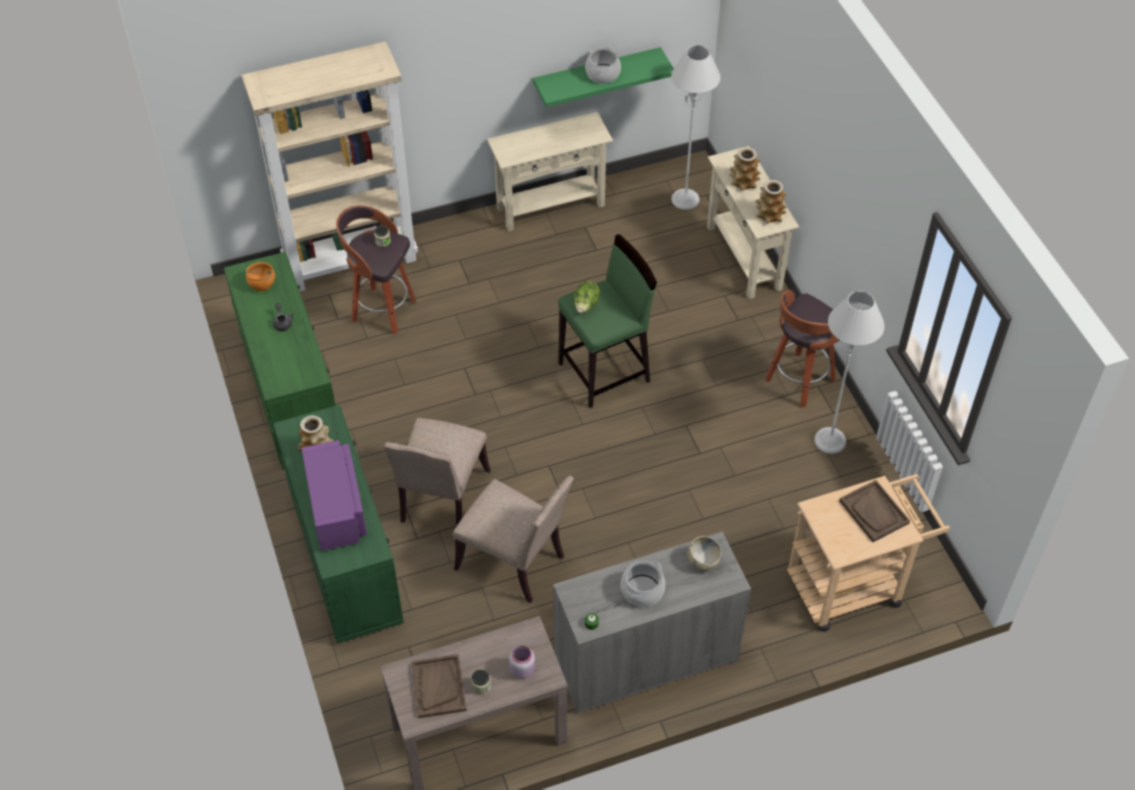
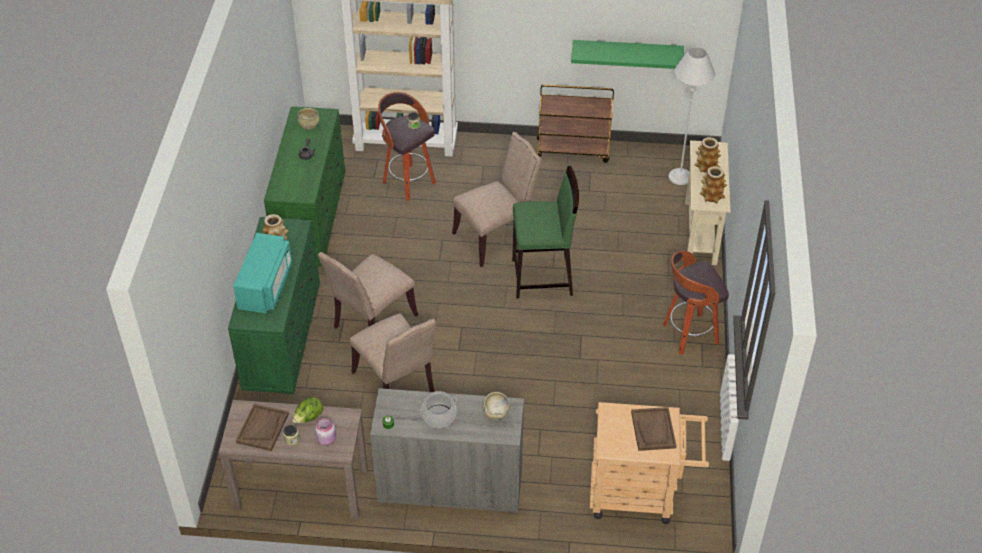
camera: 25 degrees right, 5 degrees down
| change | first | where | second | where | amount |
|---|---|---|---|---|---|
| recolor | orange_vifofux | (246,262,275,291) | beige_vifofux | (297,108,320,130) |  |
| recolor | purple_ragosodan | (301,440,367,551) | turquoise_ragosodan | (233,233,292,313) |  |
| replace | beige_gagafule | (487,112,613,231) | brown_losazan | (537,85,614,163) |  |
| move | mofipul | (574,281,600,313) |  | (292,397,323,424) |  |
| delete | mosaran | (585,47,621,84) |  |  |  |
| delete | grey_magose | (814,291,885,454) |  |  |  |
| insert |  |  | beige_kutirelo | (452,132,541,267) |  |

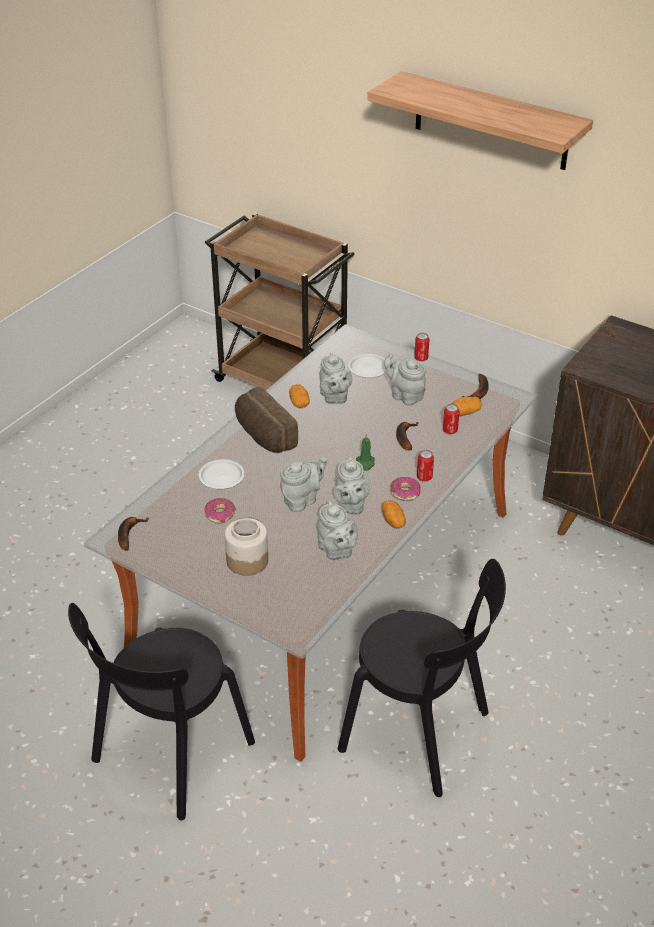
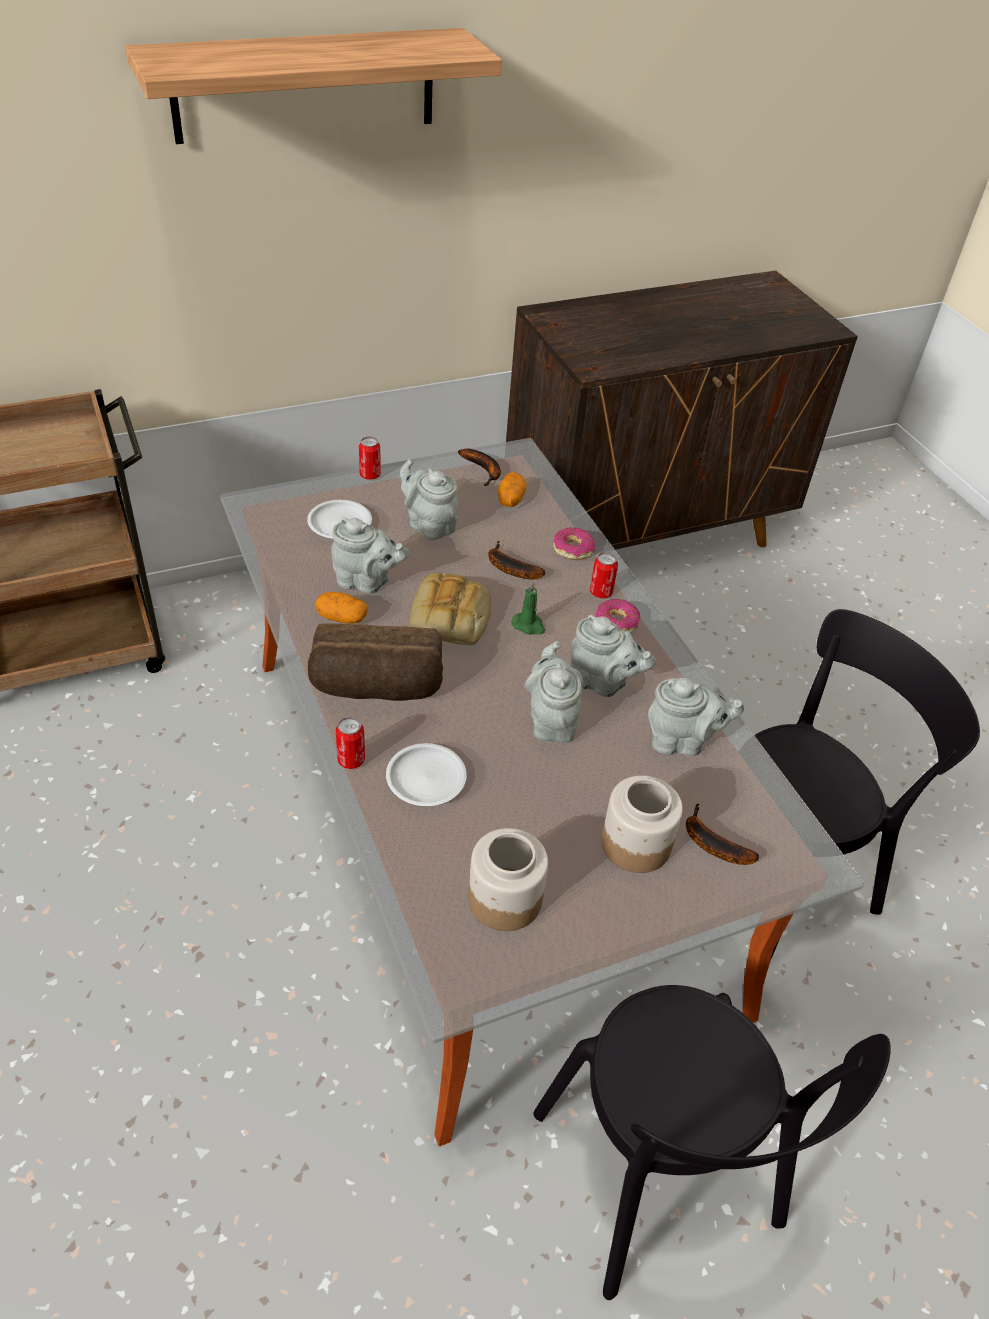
camera: 60 degrees left, 5 degrees up
| change | first | where | second | where | amount |
|---|---|---|---|---|---|
| move | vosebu | (118,517,148,550) |  | (686,803,759,865) |  |
| move | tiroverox | (204,498,236,523) |  | (553,527,595,560) |  |
| delete | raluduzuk | (382,500,406,528) |  |  |  |
| rotate | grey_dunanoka | (384,353,426,405) |  | (400,459,458,540) | 60 degrees clockwise |
| move | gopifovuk | (443,404,460,434) |  | (336,717,365,769) |  |
| insert |  |  | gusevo | (409,573,491,645) |  |
| insert |  |  | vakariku | (468,828,548,931) |  |

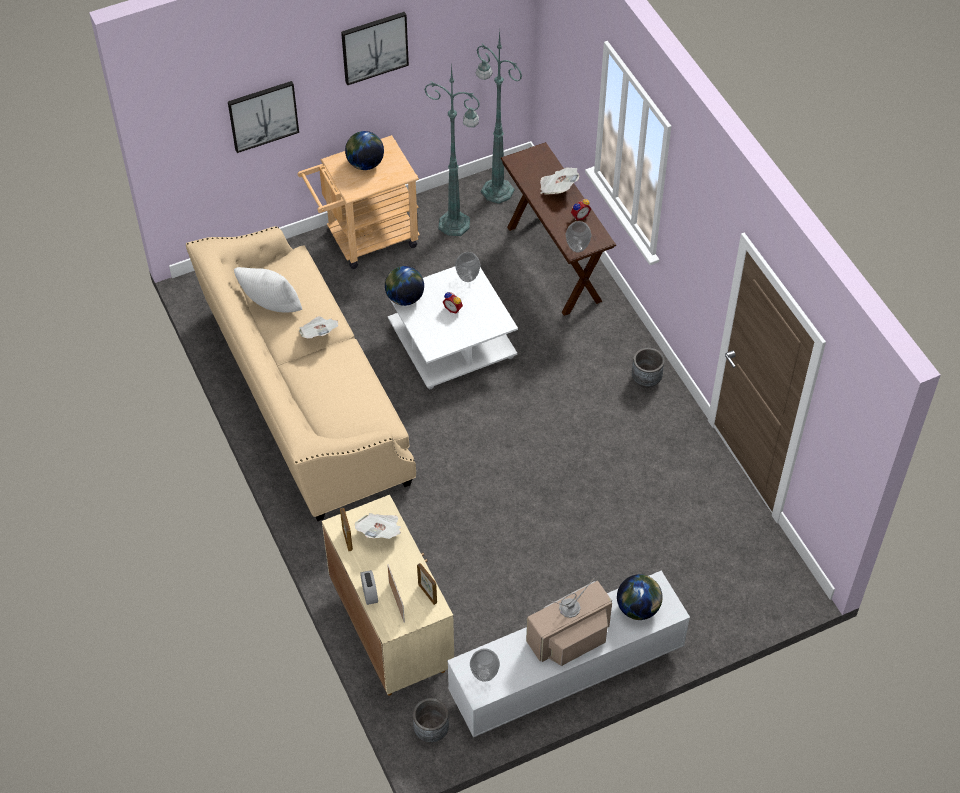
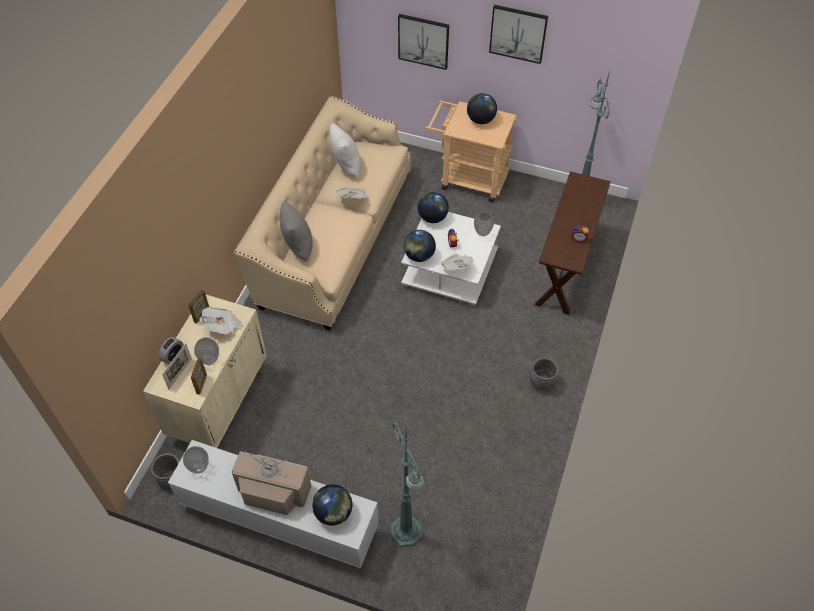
camera: 45 degrees right, 0 degrees up
| change | first | where | second | where | amount |
|---|---|---|---|---|---|
| move | green_magose | (424,62,480,236) |  | (390,422,424,547) |  |
| move | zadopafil | (540,167,579,194) |  | (440,253,473,271) |  |
| move | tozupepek | (566,221,592,252) |  | (194,337,219,365) |  |
| insert |  |  | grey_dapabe | (280,201,313,261) |  |
| insert |  |  | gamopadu | (404,230,436,262) |  |

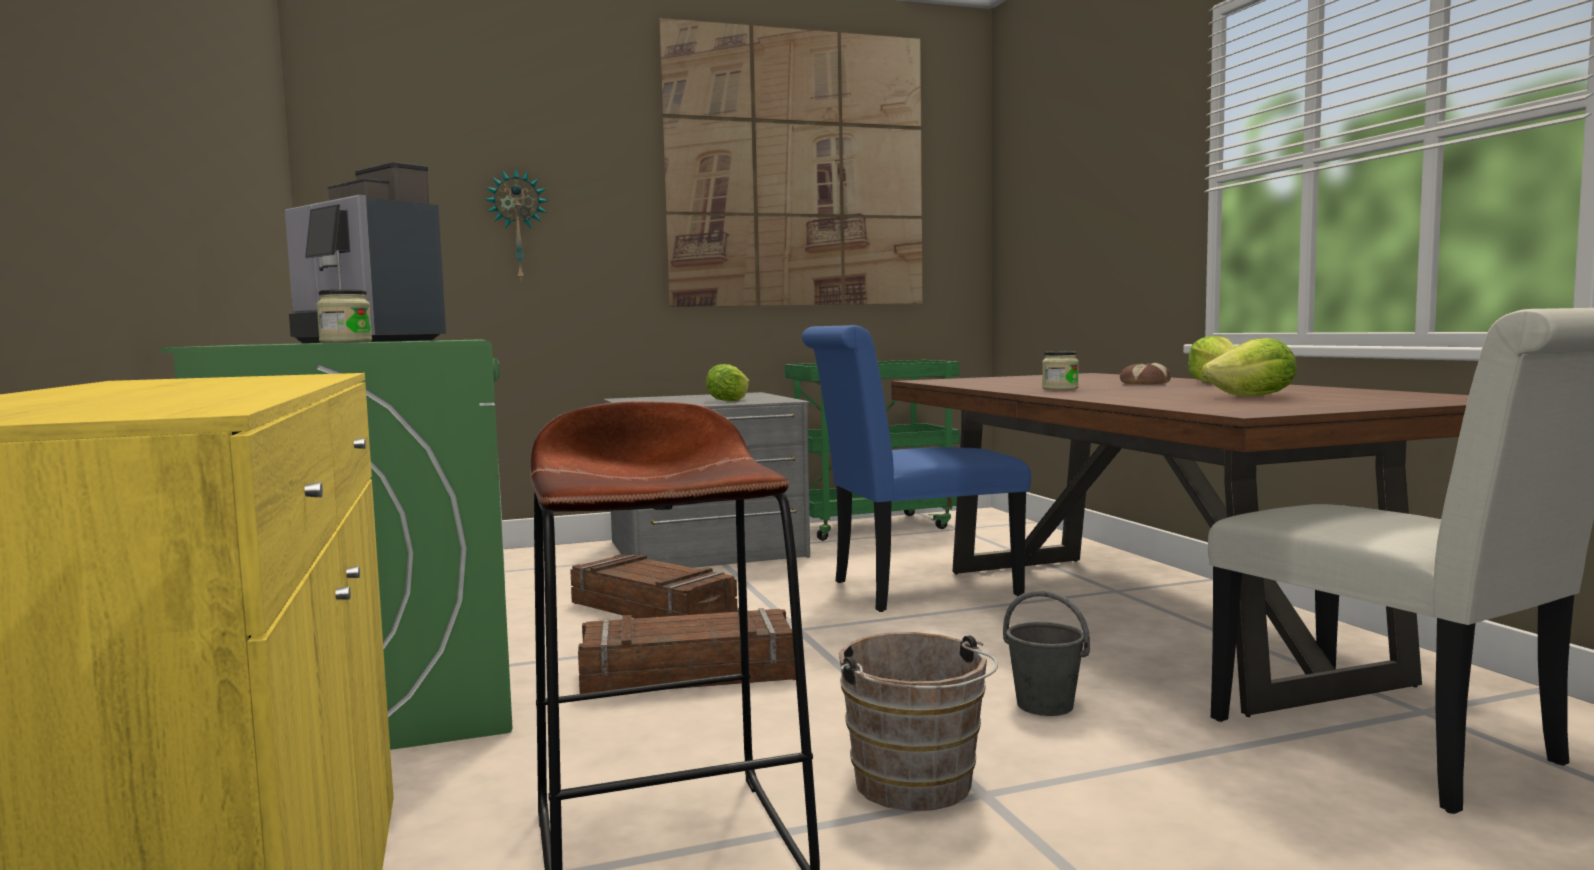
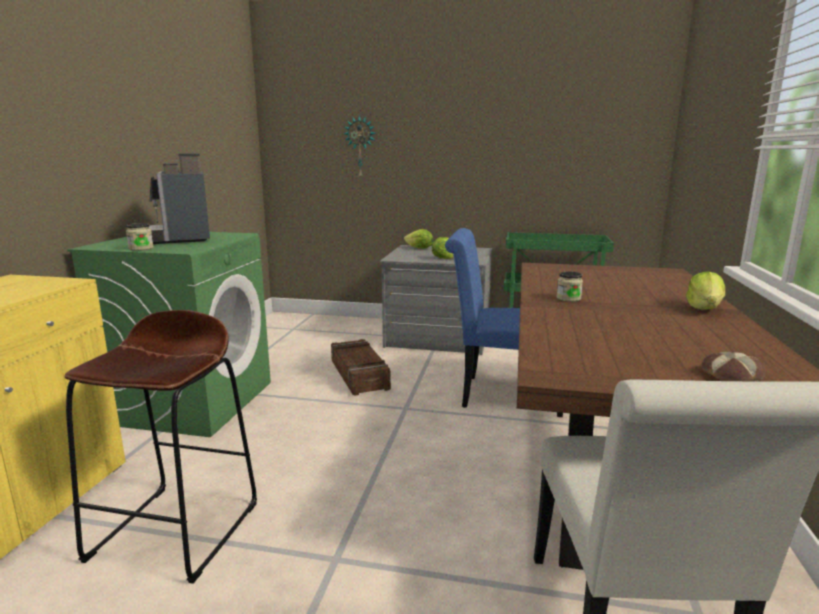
camera: 30 degrees right, 10 degrees up
| change | first | where | second | where | amount |
|---|---|---|---|---|---|
| delete | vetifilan | (578,608,796,694) |  |  |  |
| delete | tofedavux | (659,18,923,307) |  |  |  |
| delete | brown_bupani | (839,632,998,811) |  |  |  |
| delete | grey_bupani | (1003,590,1090,716) |  |  |  |
| move | gusevo | (1120,363,1171,385) |  | (702,351,766,381) |  |
| move | mofipul | (1202,338,1297,396) |  | (404,229,433,249) |  |

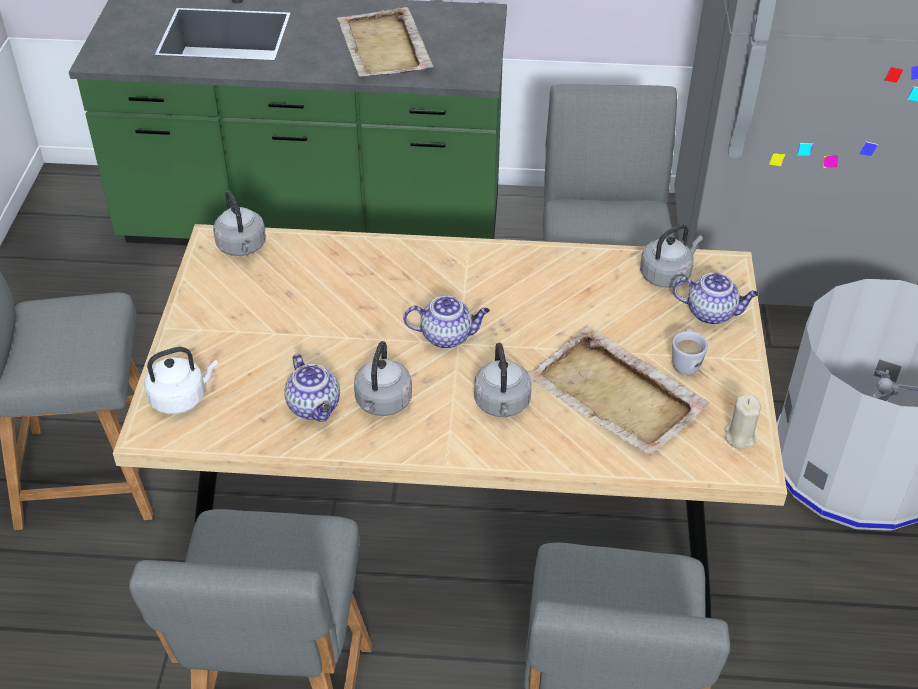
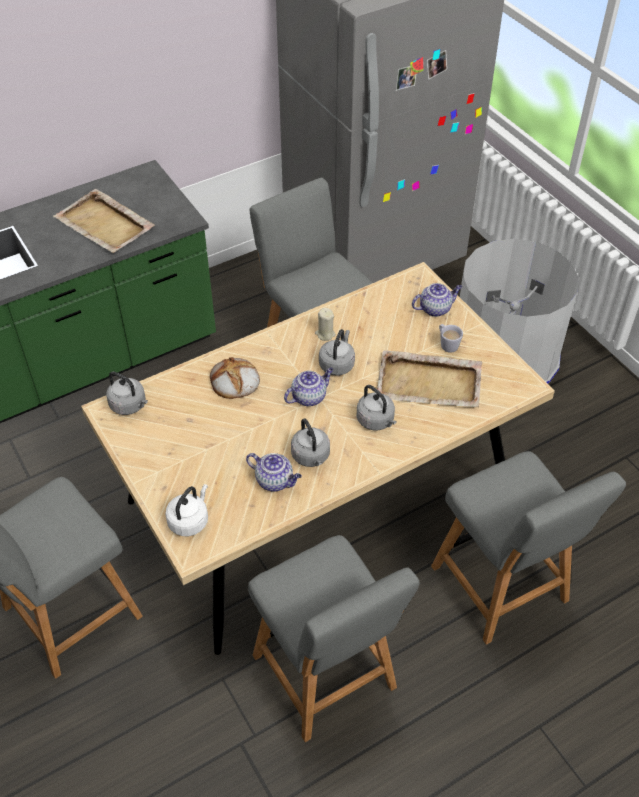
camera: 35 degrees left, 5 degrees up
| change | first | where | second | where | amount |
|---|---|---|---|---|---|
| move | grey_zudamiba | (640,224,703,288) |  | (319,329,355,376) |  |
| move | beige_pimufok | (724,394,761,449) |  | (315,308,336,341) |  |
| insert |  |  | gusevo | (210,357,260,399) |  |

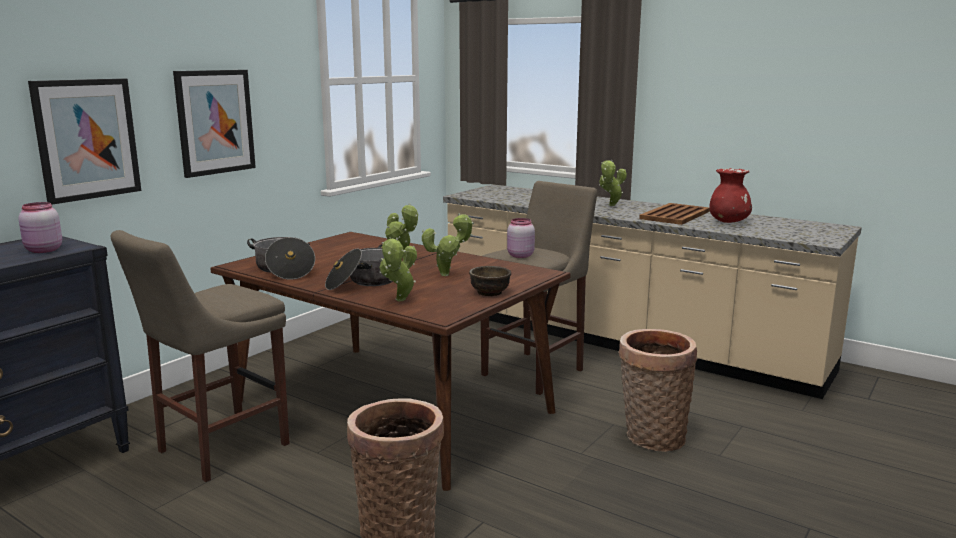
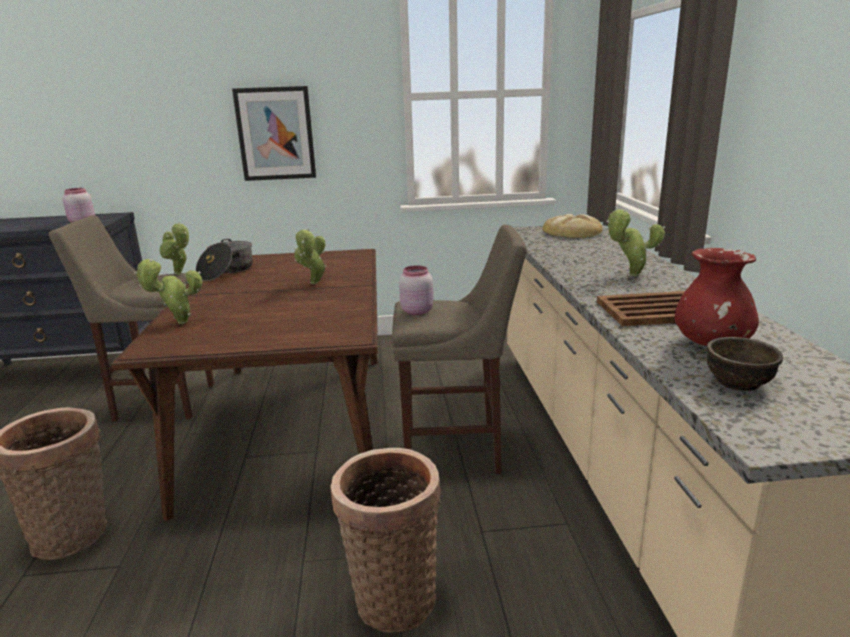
camera: 50 degrees right, 5 degrees up
| change | first | where | second | where | amount |
|---|---|---|---|---|---|
| delete | tofedavux | (28,78,141,205) |  |  |  |
| delete | mosaran | (325,244,393,290) |  |  |  |
| move | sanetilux | (422,213,474,276) |  | (160,222,189,274) |  |
| move | brown_vifofux | (469,266,511,296) |  | (707,337,783,391) |  |
| insert |  |  | gusevo | (542,214,603,238) |  |

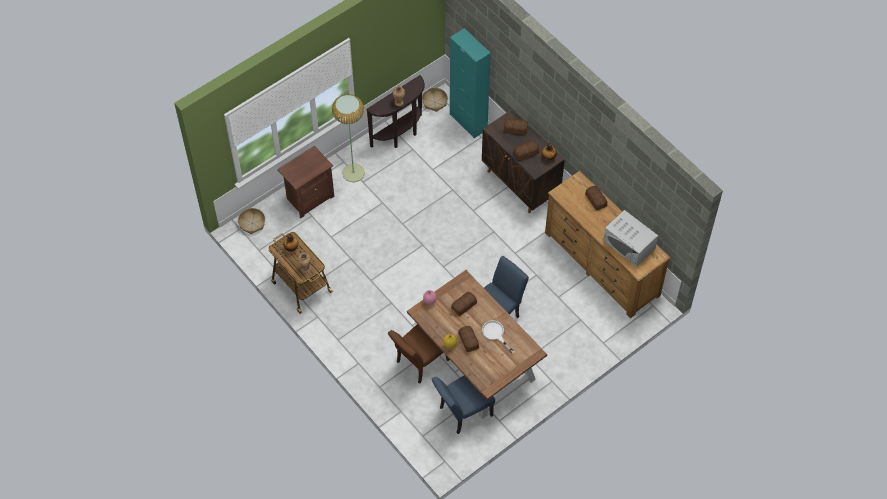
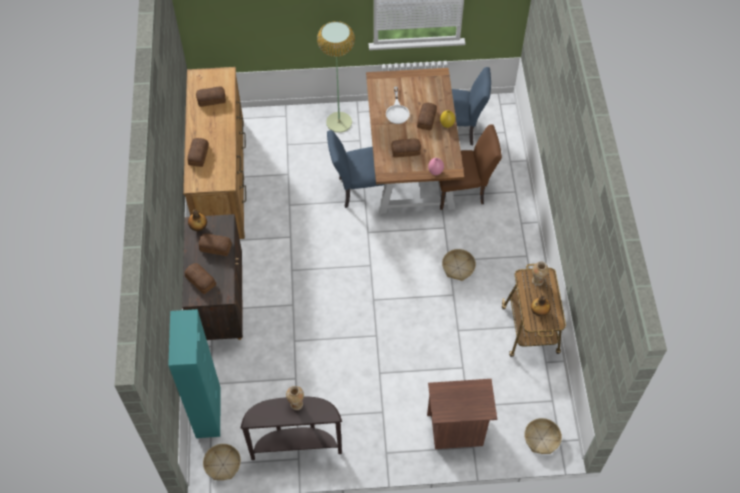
camera: 145 degrees left, 0 degrees up
| change | first | where | second | where | amount |
|---|---|---|---|---|---|
| move | magose | (332,94,365,182) |  | (317,21,355,133) |  |
| replace | white_ragosodan | (603,210,658,266) | gusevo | (196,86,226,107) |  |
| insert |  |  | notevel | (442,249,476,281) |  |

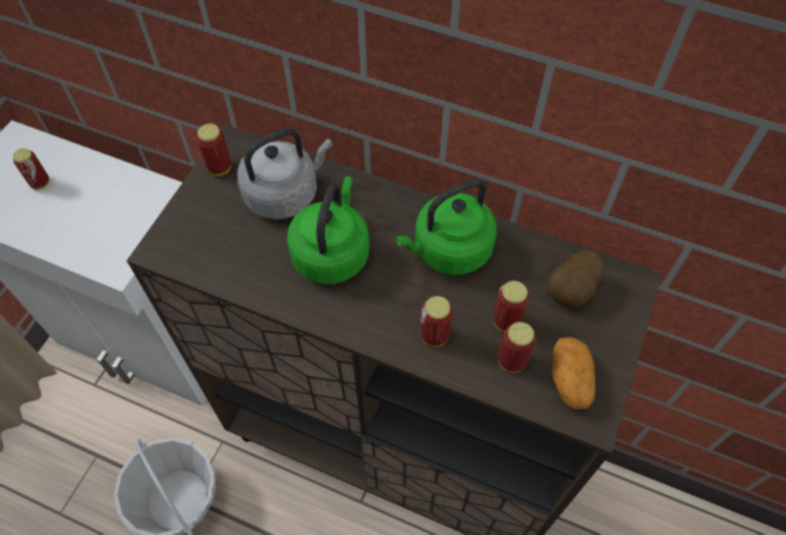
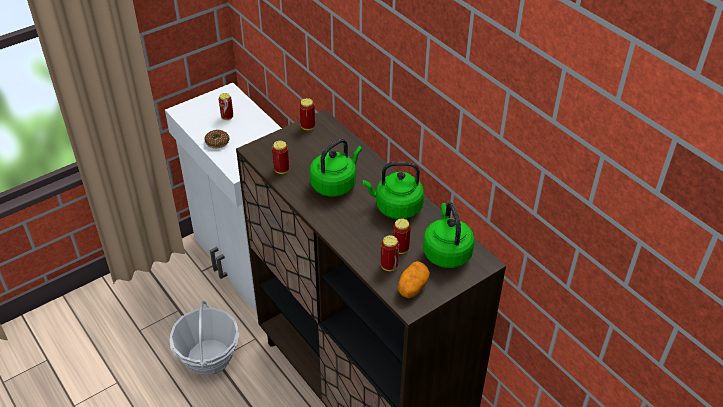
camera: 30 degrees right, 15 degrees down
| change | first | where | second | where | amount |
|---|---|---|---|---|---|
| delete | grey_zudamiba | (237,128,332,219) |  |  |  |
| move | gopifovuk | (420,296,453,347) |  | (272,141,289,174) |  |
| replace | raluduzuk | (547,250,604,308) | green_zudamiba | (423,202,475,268) |  |
| insert |  |  | tiroverox | (204,130,230,148) |  |

